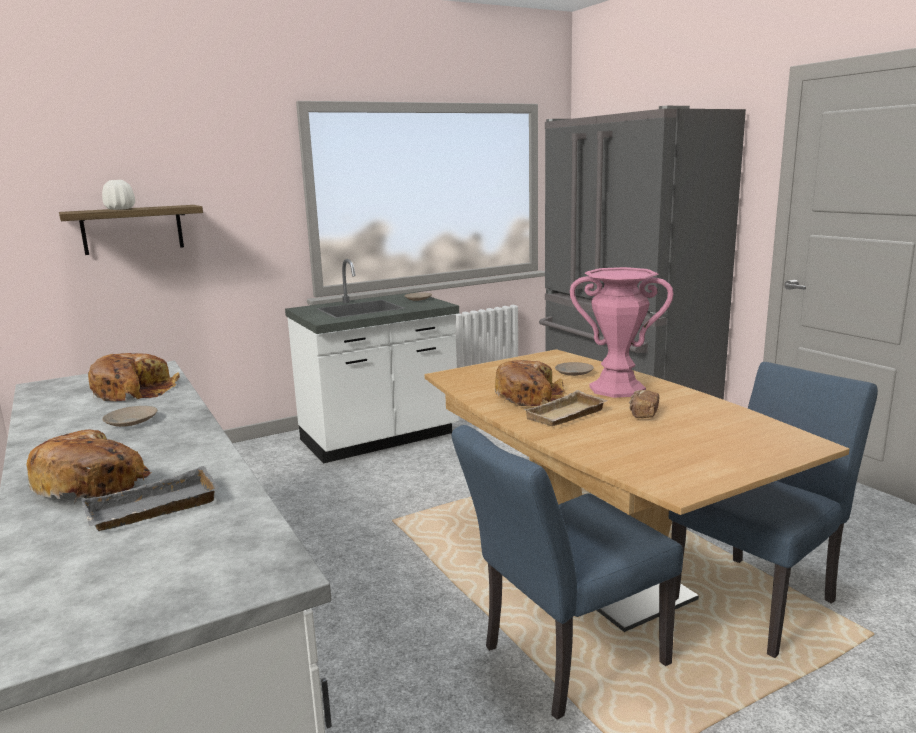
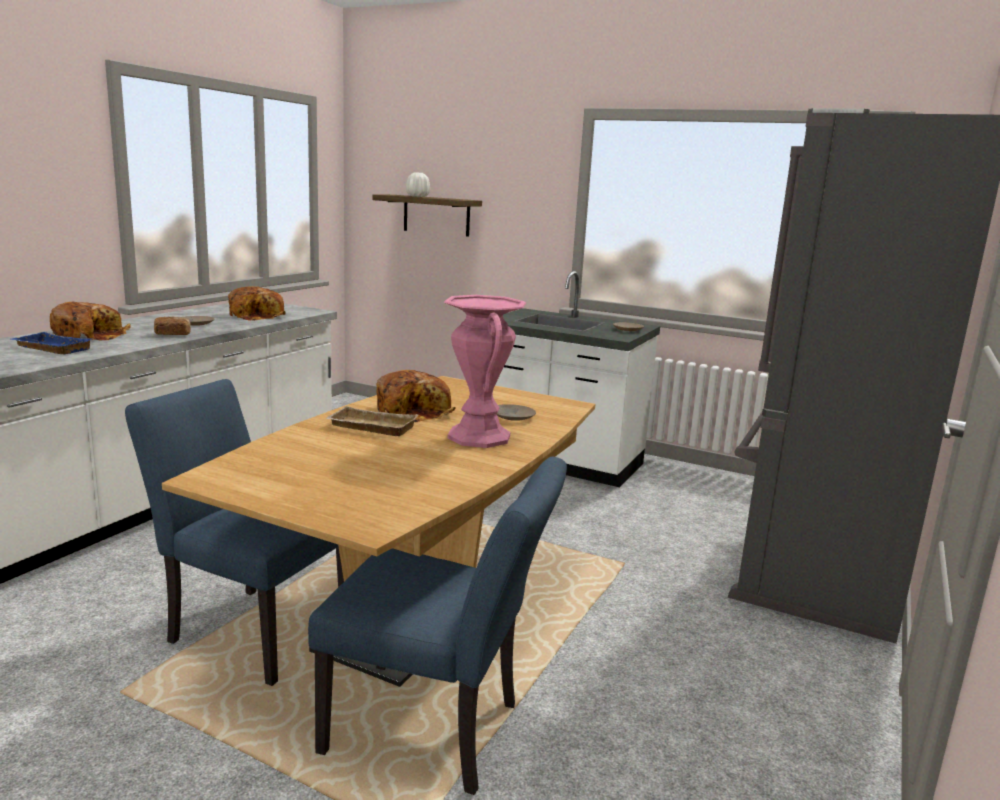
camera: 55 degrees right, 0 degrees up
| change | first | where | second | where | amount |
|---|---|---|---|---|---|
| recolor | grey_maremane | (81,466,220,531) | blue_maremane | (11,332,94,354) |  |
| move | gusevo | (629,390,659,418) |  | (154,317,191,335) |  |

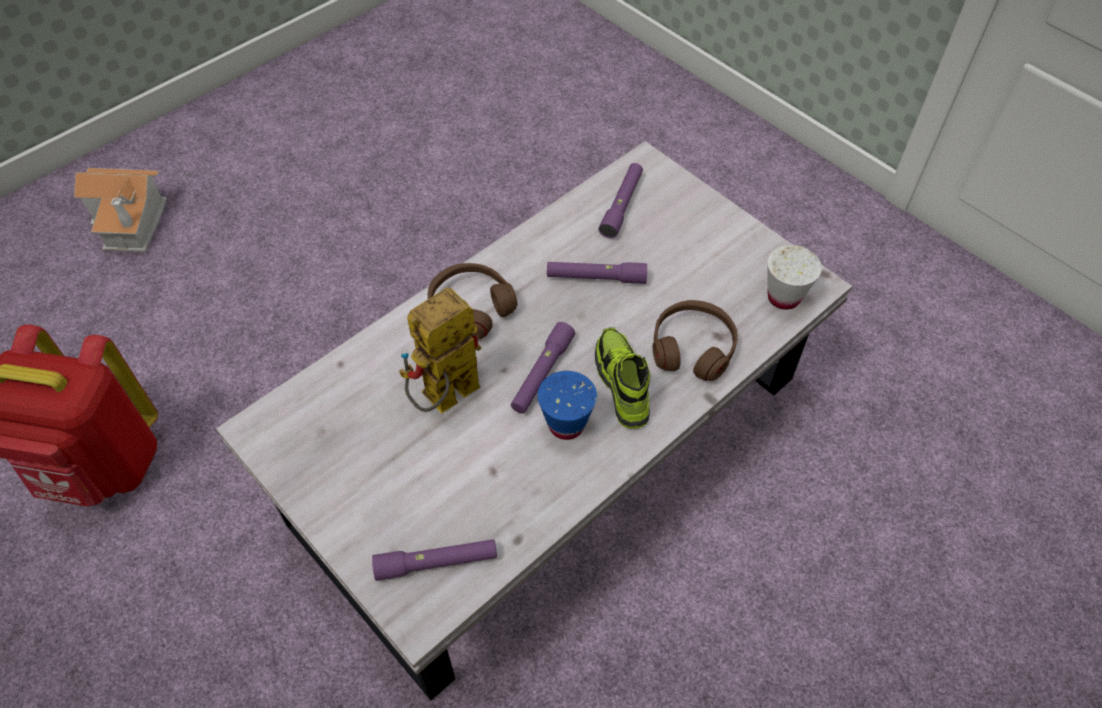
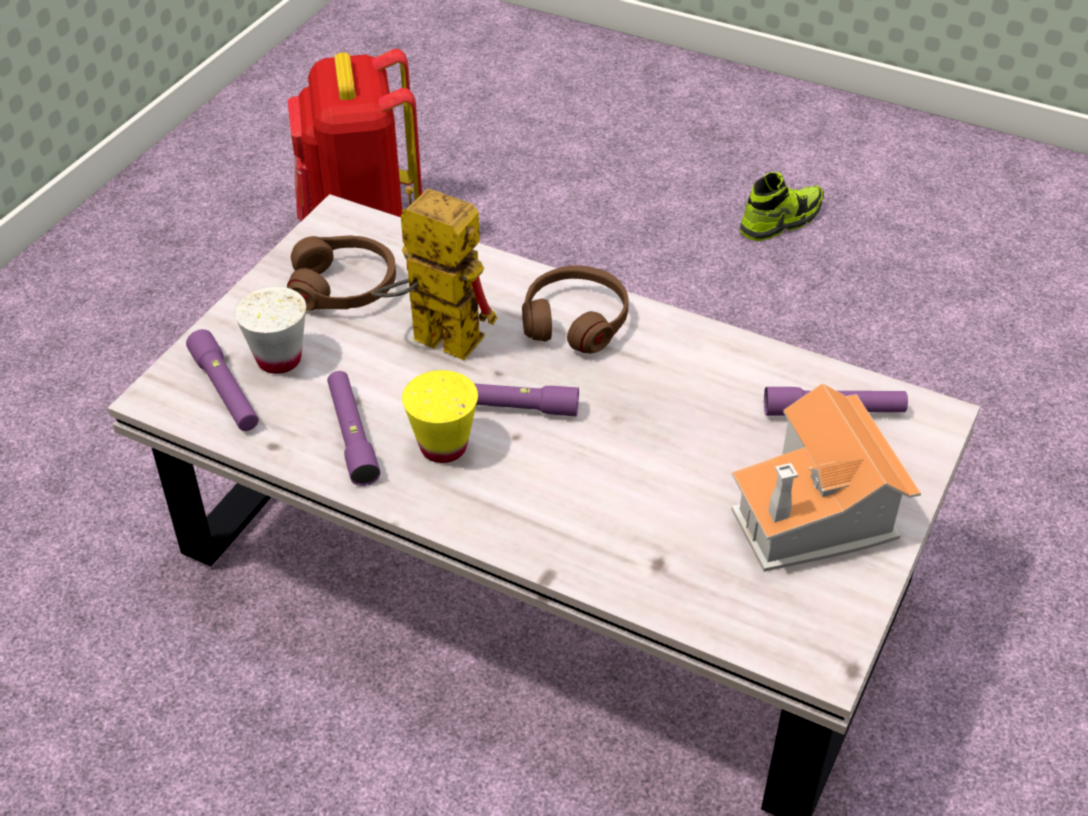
camera: 70 degrees right, 10 degrees down
| change | first | where | second | where | amount |
|---|---|---|---|---|---|
| move | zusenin | (74,168,167,252) |  | (731,383,921,572) |  |
| recolor | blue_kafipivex | (537,371,597,440) | yellow_kafipivex | (402,370,478,463) |  |
| move | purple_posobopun | (547,262,647,284) |  | (327,371,380,486) |  |
| move | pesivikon | (595,328,650,429) |  | (740,172,824,241) |  |
| move | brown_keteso | (652,300,738,381) |  | (287,235,396,310) |  |
| move | white_kafipivex | (767,245,822,310) |  | (234,286,306,374) |  |

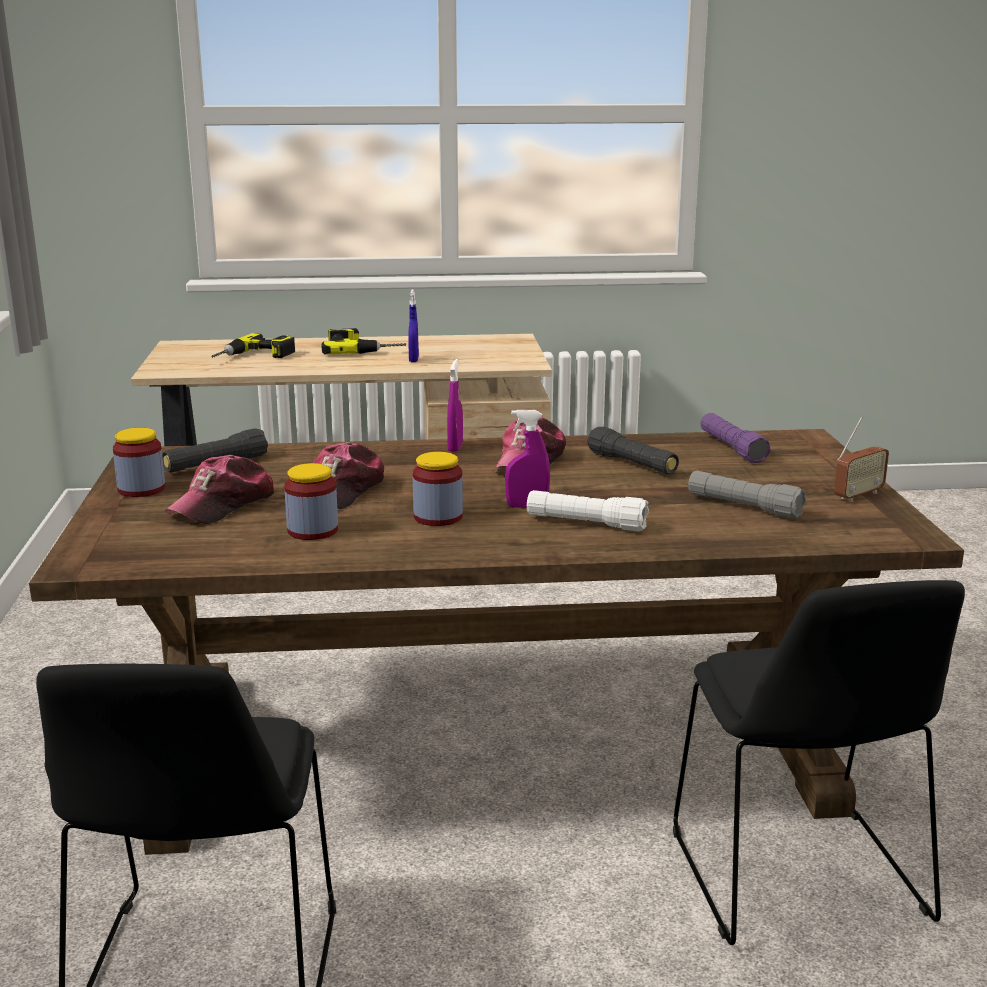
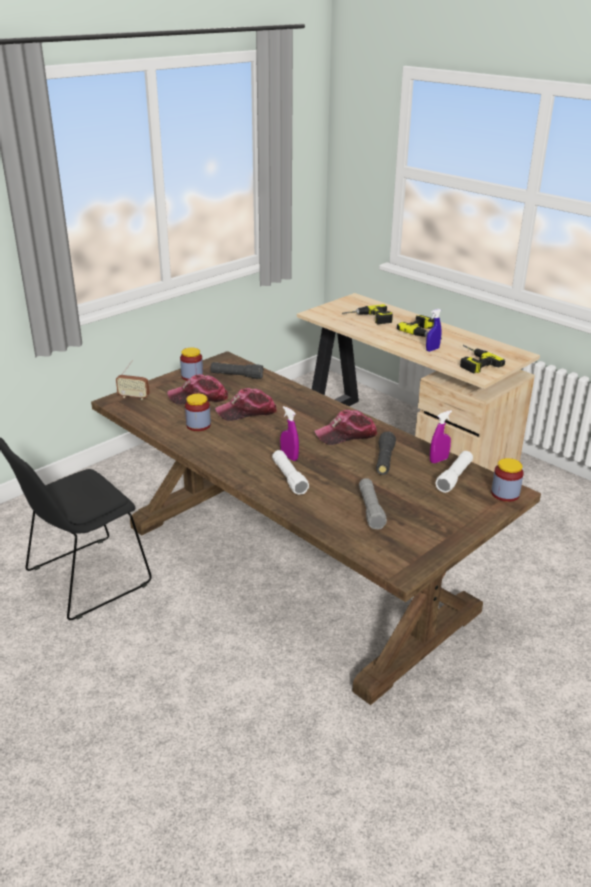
camera: 50 degrees right, 10 degrees up
| change | first | where | second | where | amount |
|---|---|---|---|---|---|
| move | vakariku | (413,452,463,526) |  | (491,458,524,502) |  |
| move | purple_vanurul | (447,359,463,452) |  | (430,410,452,463) |  |
| delete | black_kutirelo | (673,580,965,945) |  |  |  |
| recolor | purple_posobopun | (701,413,770,463) | white_posobopun | (436,451,473,493) |  |
| move | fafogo | (834,417,889,502) |  | (116,360,150,400) |  |
| insert |  |  | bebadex | (460,345,505,373) |  |

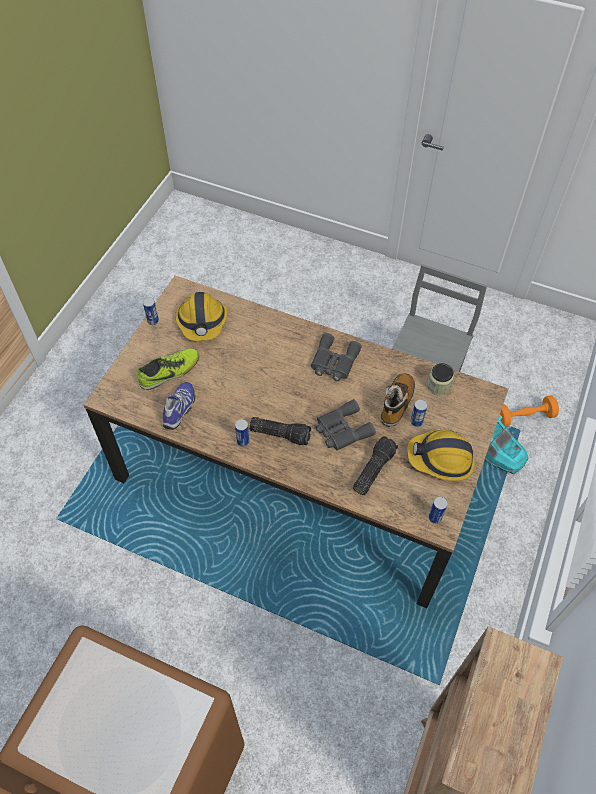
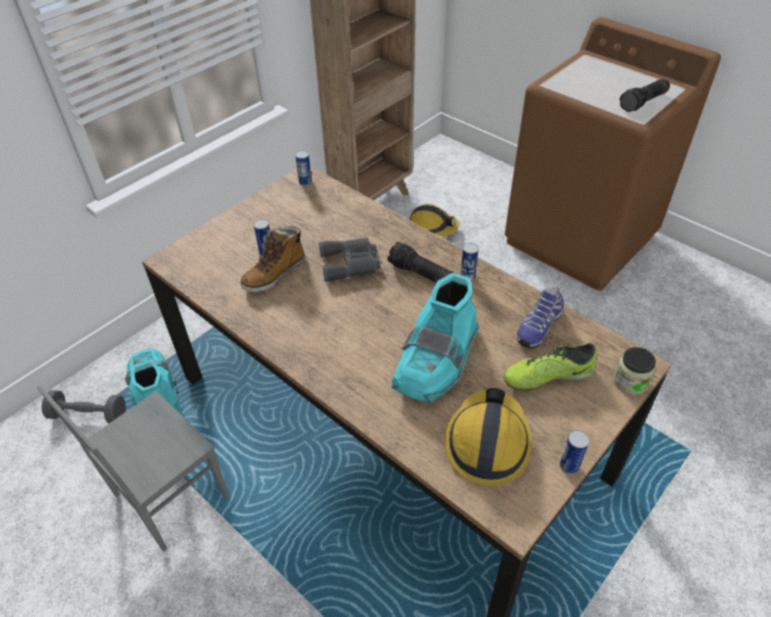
camera: 160 degrees left, 10 degrees down
| change | first | where | second | where | amount |
|---|---|---|---|---|---|
| delete | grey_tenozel | (311,333,362,381) |  |  |  |
| move | posobopun | (353,436,398,495) |  | (620,79,670,112) |  |
| move | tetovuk | (407,429,475,481) |  | (409,204,459,236) |  |
| move | vakariku | (427,363,454,395) |  | (613,347,656,395) |  |
| recolor | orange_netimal | (500,396,559,427) | grey_netimal | (42,390,126,424) |  |
| insert |  |  | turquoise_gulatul | (392,273,479,403) |  |

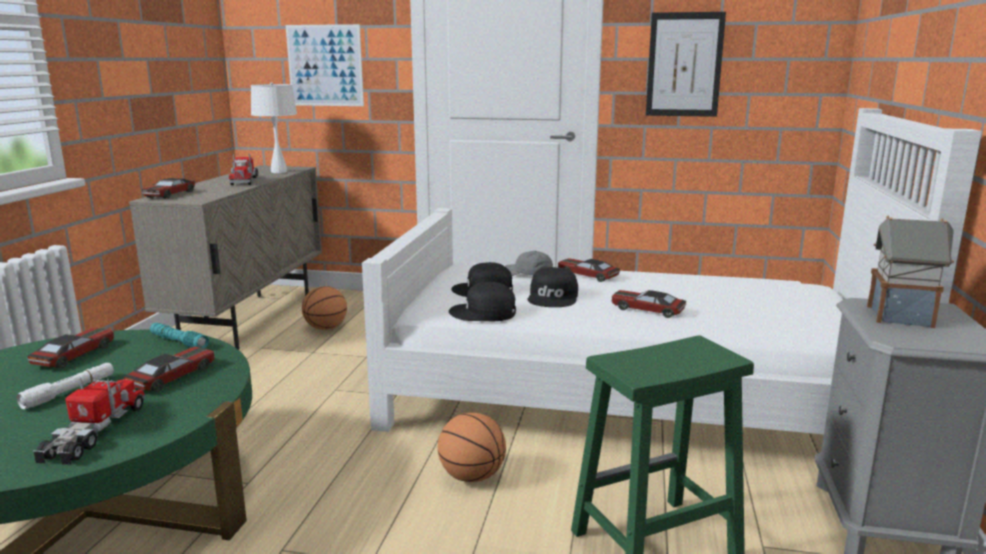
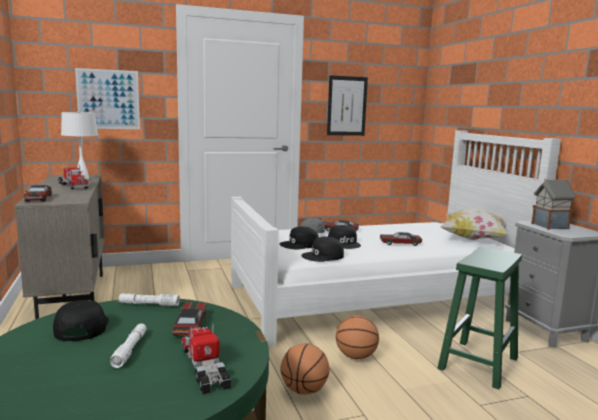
camera: 30 degrees left, 5 degrees down
| change | first | where | second | where | amount |
|---|---|---|---|---|---|
| replace | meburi | (27,328,114,368) | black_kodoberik | (53,300,109,341) |  |
| recolor | turquoise_posobopun | (150,323,209,348) | white_posobopun | (119,294,180,306) |  |
| move | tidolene | (302,286,347,330) |  | (280,343,330,395) |  |
| insert |  |  | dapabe | (440,208,508,240) |  |

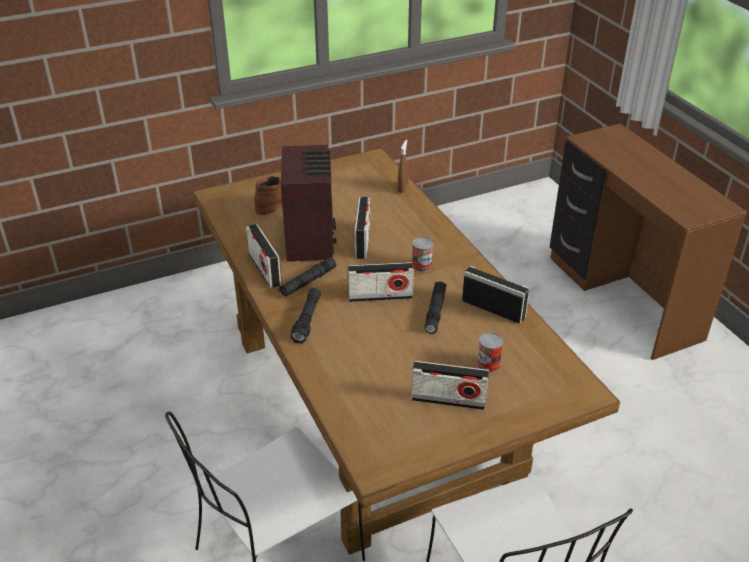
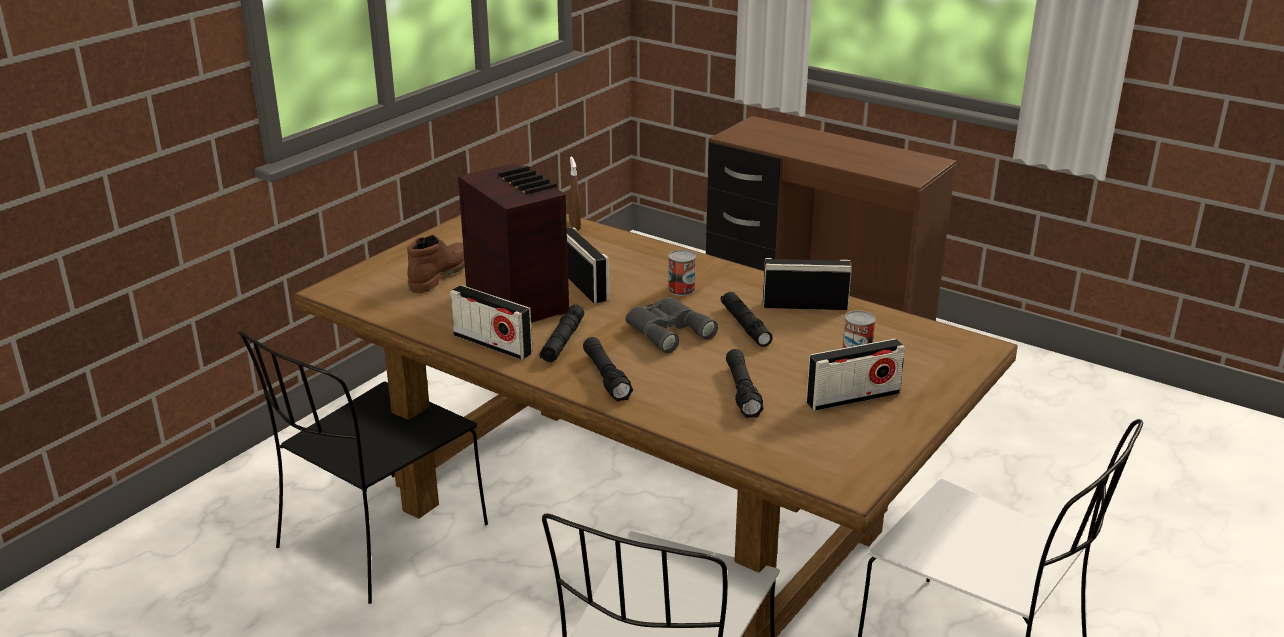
camera: 30 degrees left, 10 degrees down
| change | first | where | second | where | amount |
|---|---|---|---|---|---|
| replace | fafogo | (347,262,414,302) | grey_tenozel | (625,297,718,353) |  |
| insert |  |  | black_kutirelo | (239,330,488,604) |  |
| insert |  |  | black_posobopun | (726,349,763,418) |  |

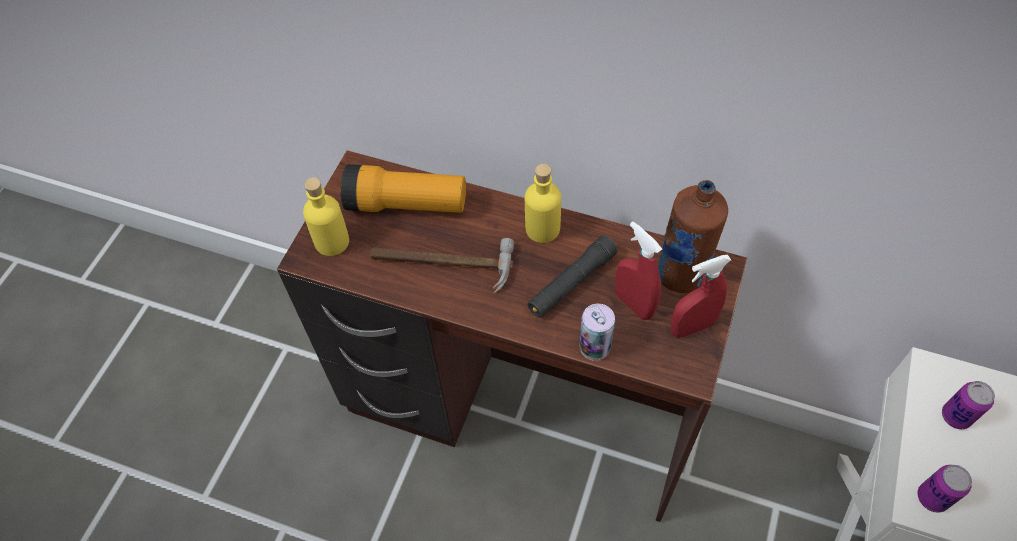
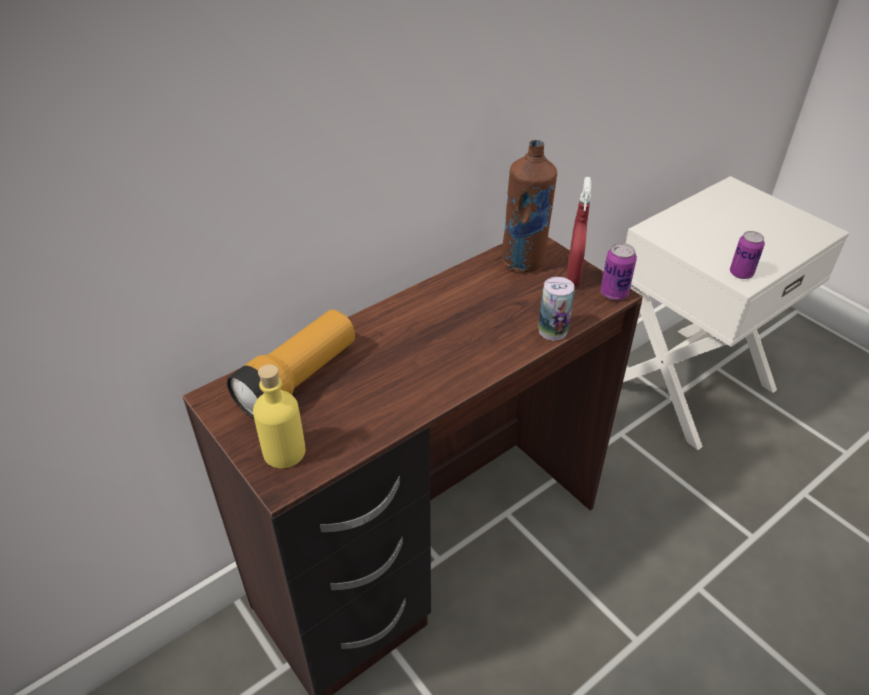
camera: 60 degrees left, 15 degrees down
| change | first | where | second | where | amount |
|---|---|---|---|---|---|
| delete | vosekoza | (370,238,514,294) |  |  |  |
| delete | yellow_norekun | (525,164,561,243) |  |  |  |
| delete | black_posobopun | (527,235,618,318) |  |  |  |
| delete | red_vanurul | (615,221,662,320) |  |  |  |
| move | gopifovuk | (942,381,995,429) |  | (600,243,637,300) |  |

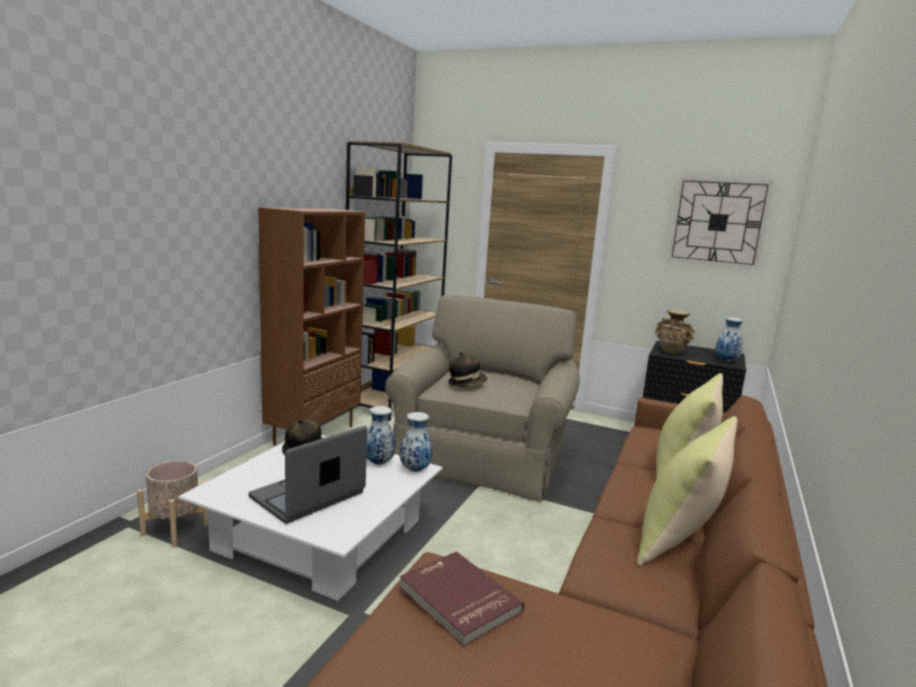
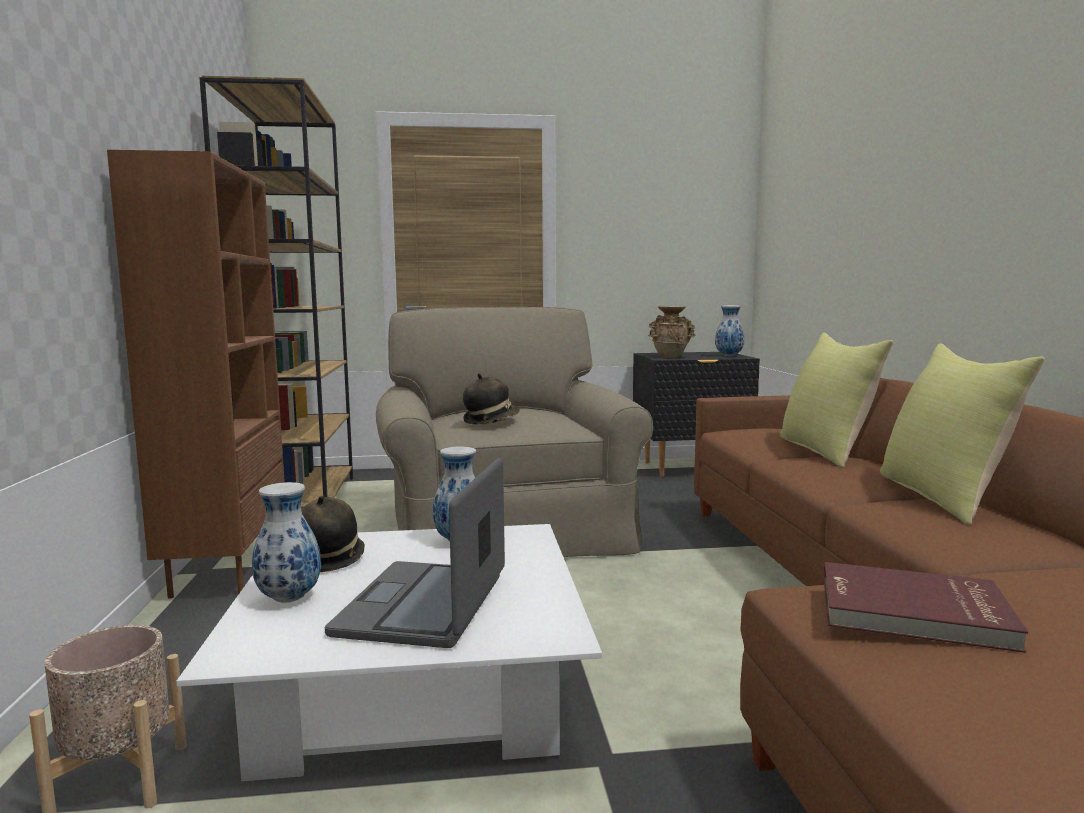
camera: 30 degrees left, 5 degrees down
| change | first | where | second | where | amount |
|---|---|---|---|---|---|
| move | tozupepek | (400,412,432,472) |  | (252,482,321,603) |  |
| delete | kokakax | (668,177,773,269) |  |  |  |

